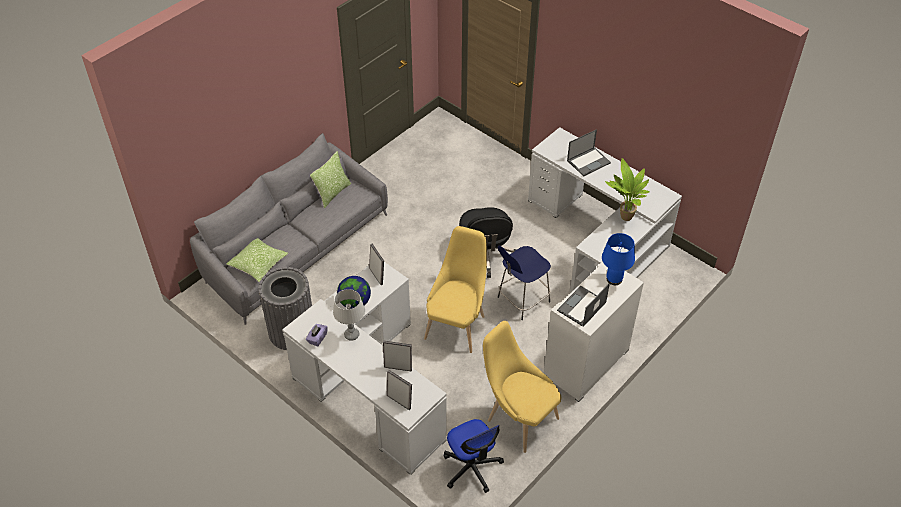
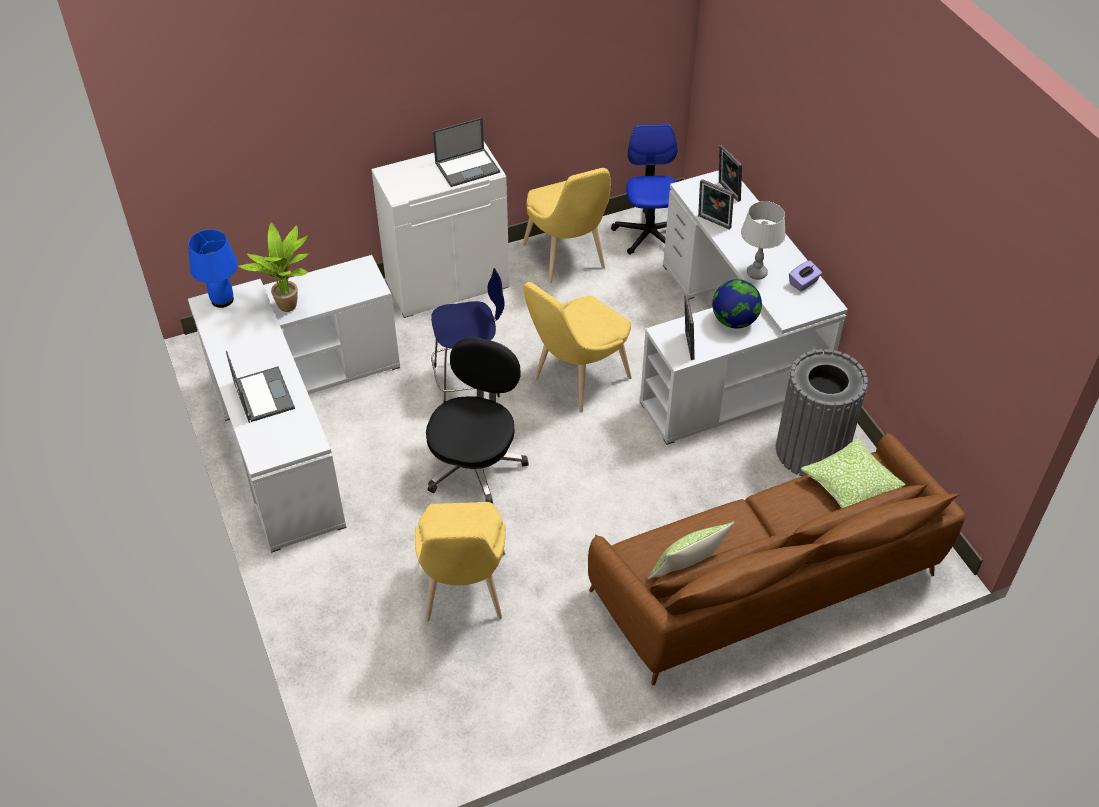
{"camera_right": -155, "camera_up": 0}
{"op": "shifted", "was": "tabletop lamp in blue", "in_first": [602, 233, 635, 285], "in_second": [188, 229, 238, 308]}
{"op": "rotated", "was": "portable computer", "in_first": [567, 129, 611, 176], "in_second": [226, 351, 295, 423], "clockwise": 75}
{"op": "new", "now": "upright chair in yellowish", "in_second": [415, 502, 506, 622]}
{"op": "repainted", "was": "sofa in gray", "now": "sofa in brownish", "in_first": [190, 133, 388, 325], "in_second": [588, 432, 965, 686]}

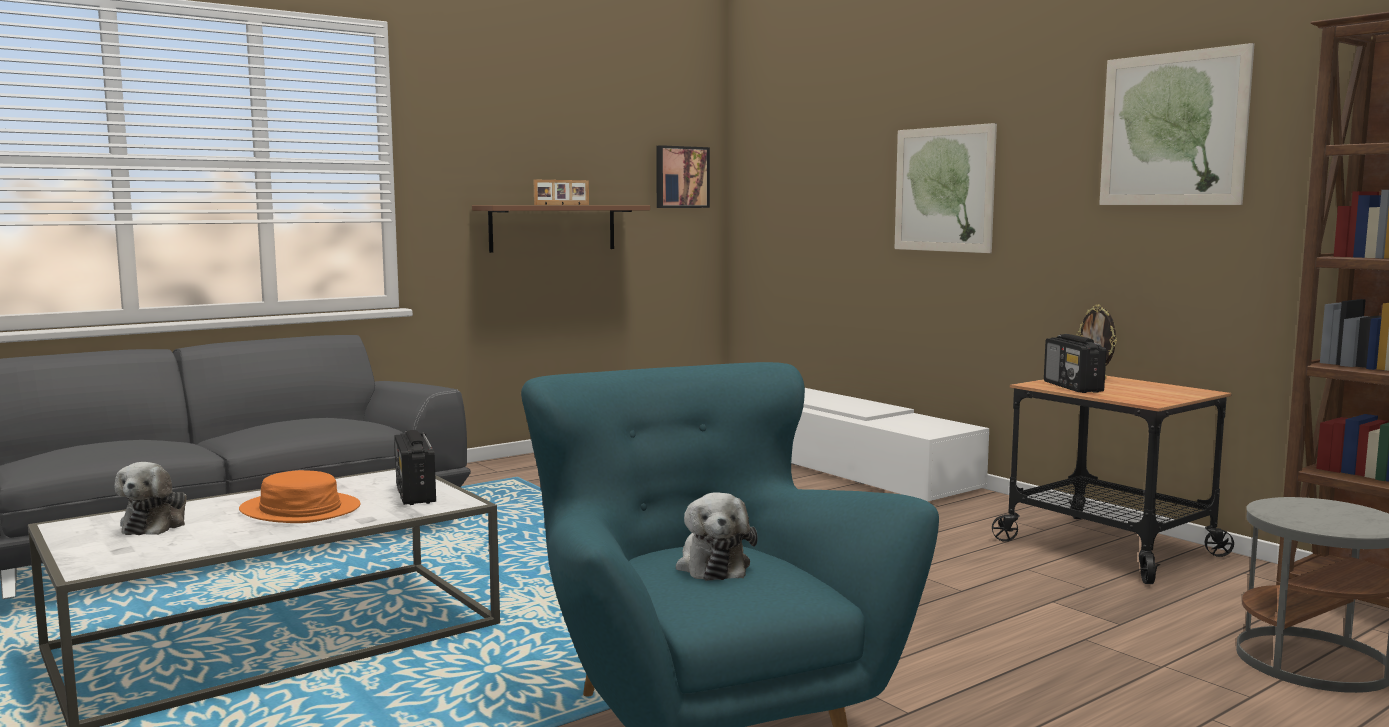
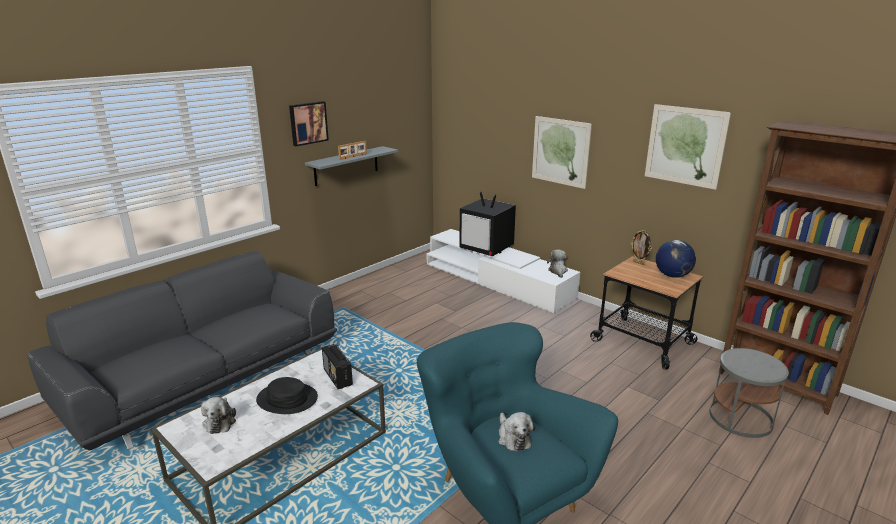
{"camera_right": -10, "camera_up": 15}
{"op": "repainted", "was": "wearable hat in orange", "now": "wearable hat in blackish", "in_first": [239, 470, 361, 523], "in_second": [256, 377, 318, 414]}
{"op": "shifted", "was": "wall picture", "in_first": [656, 145, 710, 208], "in_second": [289, 101, 329, 146]}
{"op": "repainted", "was": "shelf in brownish", "now": "shelf in gray", "in_first": [472, 206, 650, 253], "in_second": [305, 146, 398, 186]}
{"op": "new", "now": "TV set", "in_second": [459, 192, 516, 256]}
{"op": "new", "now": "cuddly toy", "in_second": [547, 250, 568, 278]}
{"op": "new", "now": "world globe", "in_second": [656, 240, 696, 278]}
{"op": "gone", "was": "radio set", "in_first": [1044, 334, 1106, 393]}

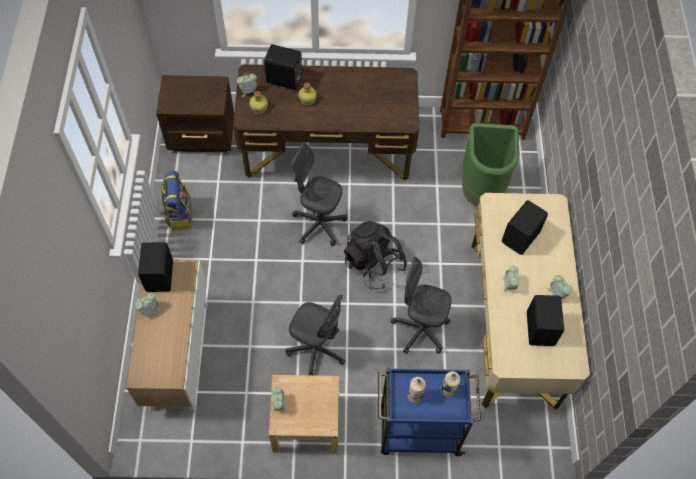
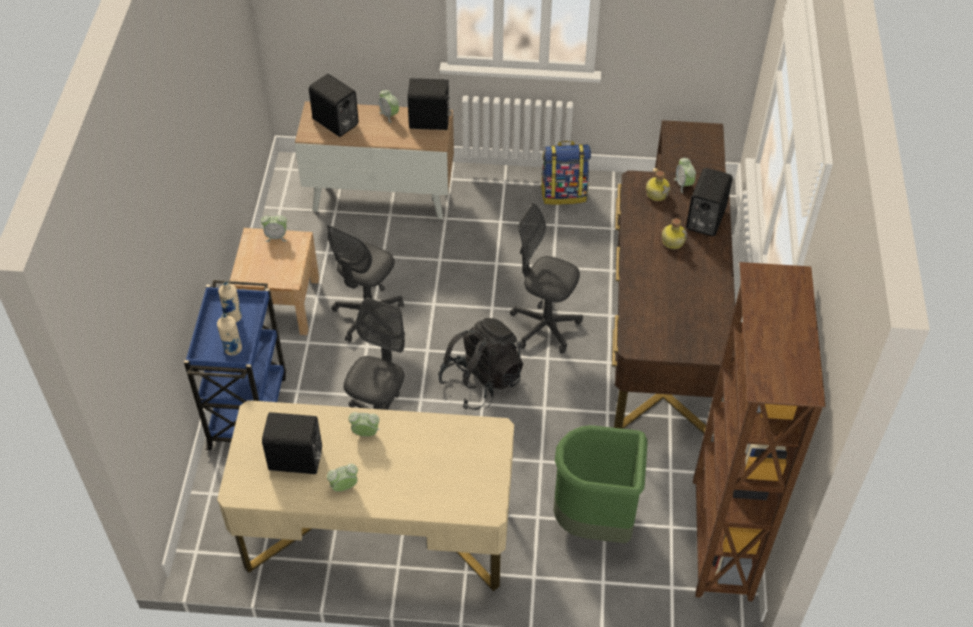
{"camera_right": 95, "camera_up": -10}
{"op": "shifted", "was": "speaker in blackish", "in_first": [502, 200, 548, 255], "in_second": [309, 74, 359, 137]}
{"op": "rotated", "was": "desk chair in gray", "in_first": [292, 143, 348, 246], "in_second": [510, 203, 583, 353], "clockwise": -90}

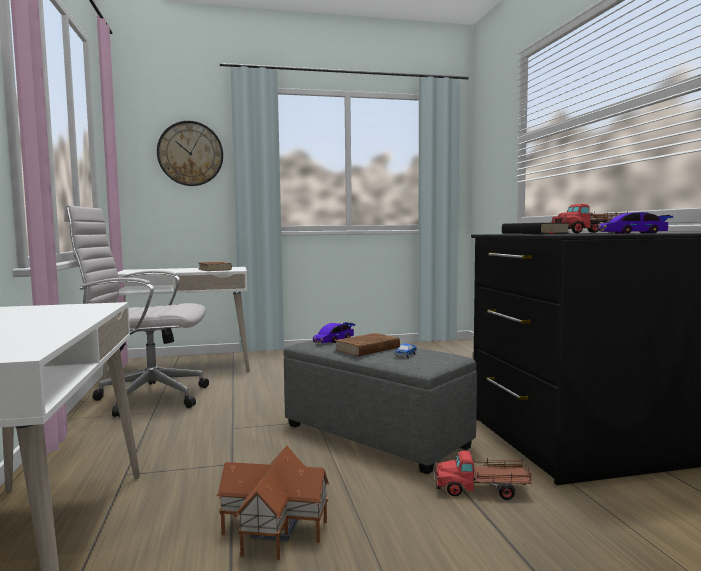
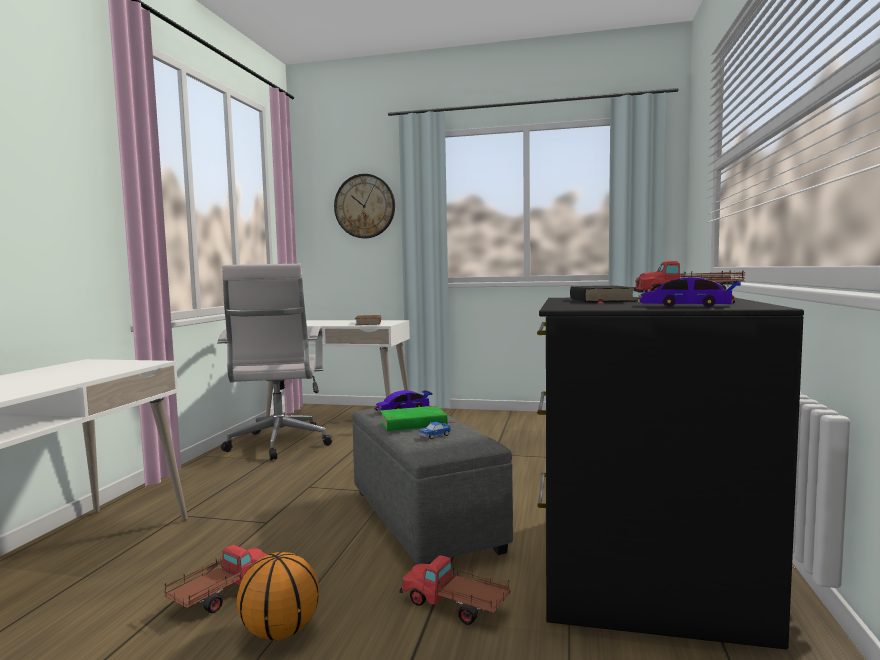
{"camera_right": 25, "camera_up": 0}
{"op": "swapped", "was": "model house", "now": "toy lorry", "in_first": [216, 445, 330, 560], "in_second": [164, 545, 268, 613]}
{"op": "rotated", "was": "desk chair in white", "in_first": [64, 205, 209, 417], "in_second": [217, 264, 332, 460], "clockwise": -120}
{"op": "new", "now": "basketball", "in_second": [237, 552, 319, 640]}
{"op": "repainted", "was": "bound book in brownish", "now": "bound book in green", "in_first": [335, 333, 400, 356], "in_second": [380, 406, 455, 431]}

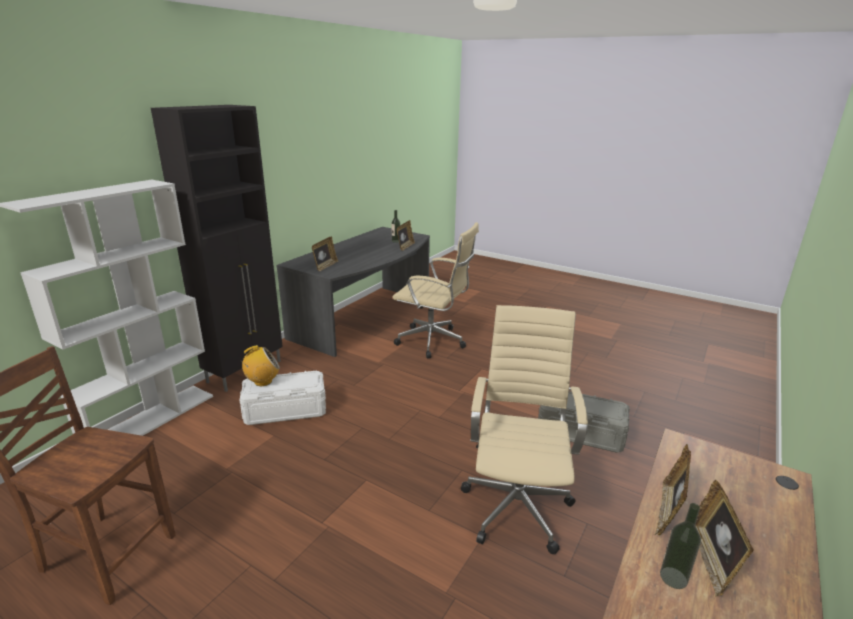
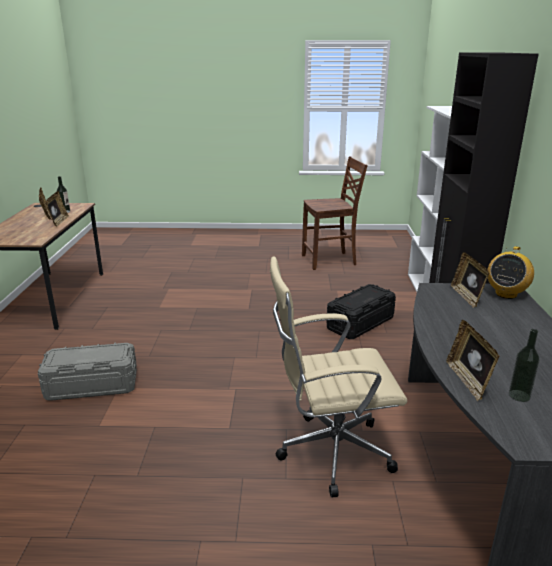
{"camera_right": 150, "camera_up": 0}
{"op": "repainted", "was": "storage box in white", "now": "storage box in blackish", "in_first": [240, 371, 326, 425], "in_second": [326, 284, 396, 339]}
{"op": "shifted", "was": "radio set", "in_first": [242, 345, 280, 386], "in_second": [488, 246, 534, 299]}
{"op": "gone", "was": "desk chair in sand-coloured", "in_first": [461, 305, 588, 554]}

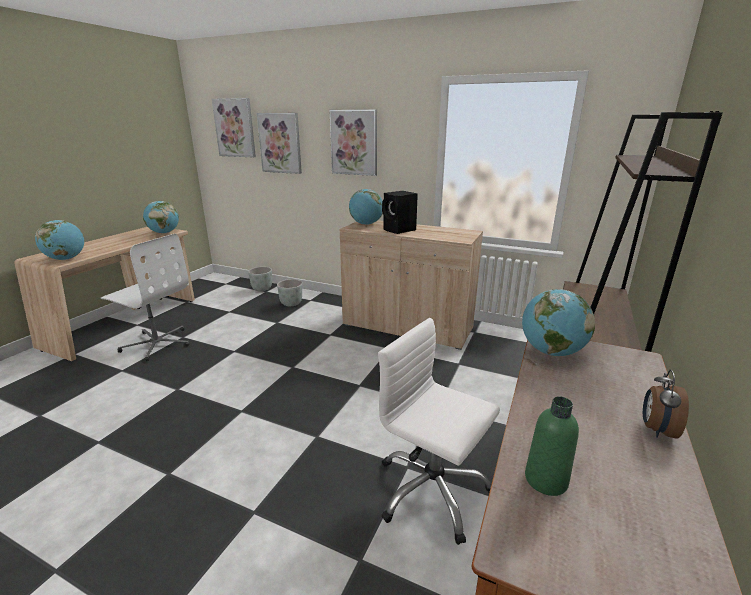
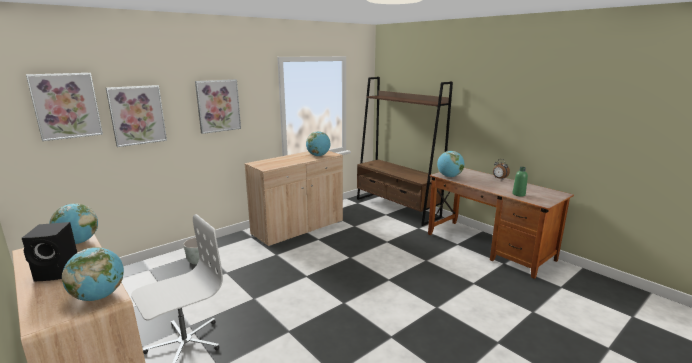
{"camera_right": -65, "camera_up": -5}
{"op": "shifted", "was": "speaker in blackish", "in_first": [382, 191, 418, 234], "in_second": [22, 222, 77, 281]}
{"op": "shifted", "was": "world globe", "in_first": [349, 189, 383, 225], "in_second": [306, 131, 330, 156]}
{"op": "gone", "was": "planter in gray", "in_first": [248, 267, 272, 291]}
{"op": "gone", "was": "desk chair in white", "in_first": [378, 318, 500, 545]}

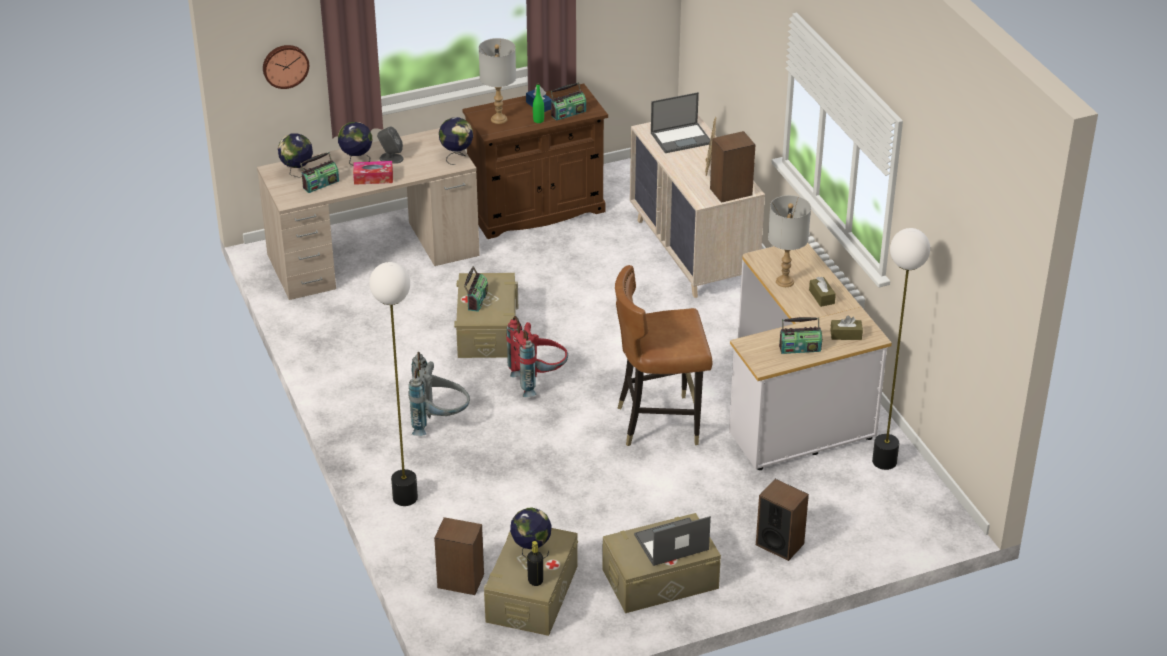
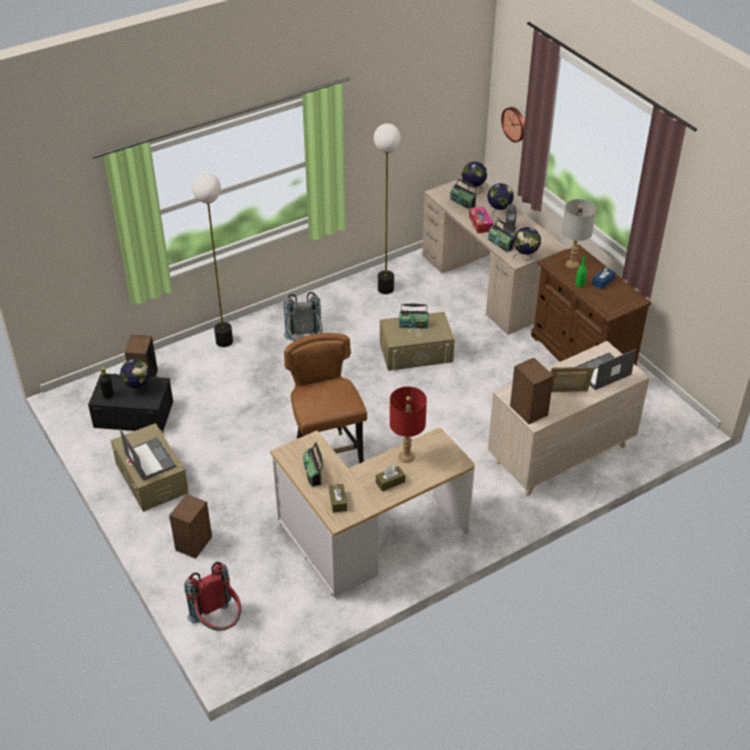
{"camera_right": 80, "camera_up": 5}
{"op": "repainted", "was": "storage box in sand-coloured", "now": "storage box in blackish", "in_first": [484, 528, 578, 636], "in_second": [88, 373, 173, 433]}
{"op": "shifted", "was": "rucksack in red-coloured", "in_first": [506, 316, 568, 397], "in_second": [184, 562, 242, 631]}
{"op": "shifted", "was": "standard lamp", "in_first": [872, 228, 930, 470], "in_second": [374, 123, 401, 294]}
{"op": "repainted", "was": "tabletop lamp in gray", "now": "tabletop lamp in red-coloured", "in_first": [768, 195, 811, 287], "in_second": [390, 387, 427, 463]}
{"op": "shifted", "was": "radio set", "in_first": [551, 82, 586, 121], "in_second": [488, 218, 516, 252]}
{"op": "rotated", "was": "portable computer", "in_first": [651, 92, 710, 153], "in_second": [576, 349, 636, 390], "clockwise": 90}

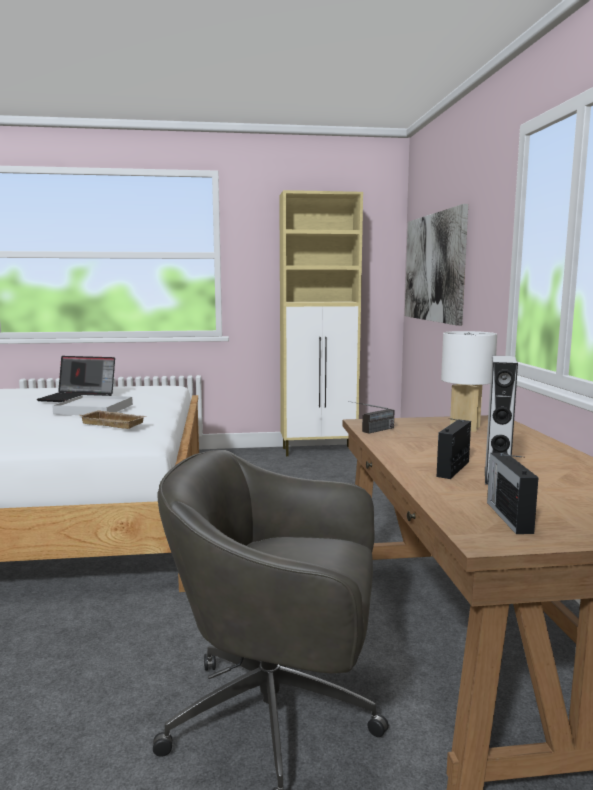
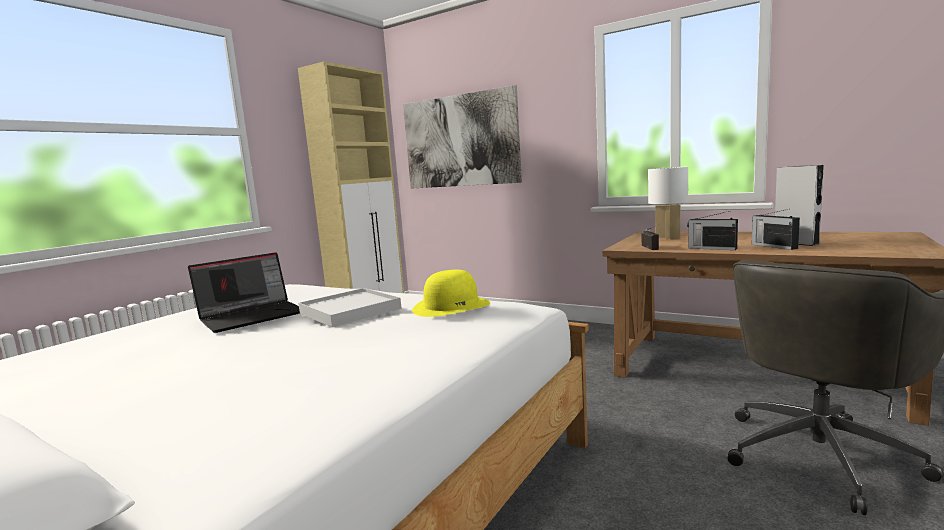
{"camera_right": -50, "camera_up": 0}
{"op": "swapped", "was": "carrying tray in sand-coloured", "now": "wearable hat in yellowish", "in_first": [80, 410, 147, 429], "in_second": [412, 270, 490, 317]}
{"op": "shifted", "was": "radio set", "in_first": [487, 453, 539, 534], "in_second": [687, 211, 738, 250]}

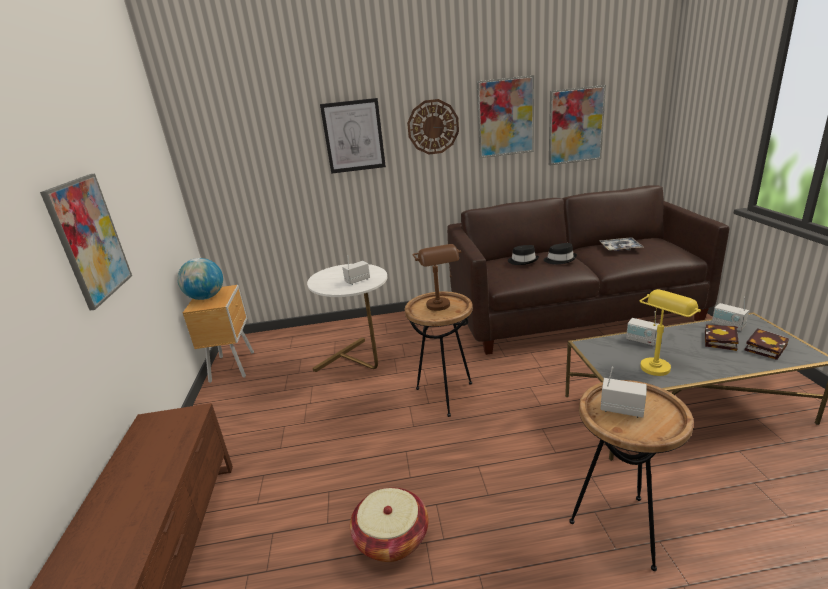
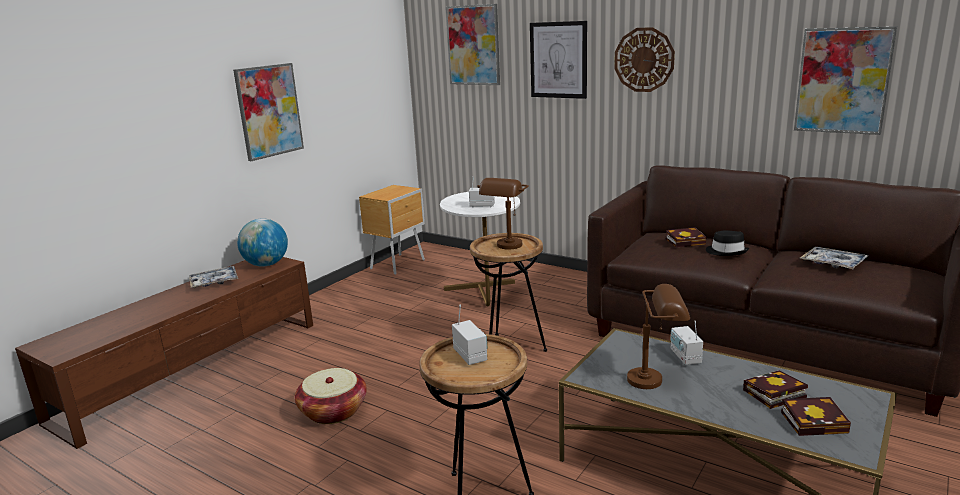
{"camera_right": 40, "camera_up": -5}
{"op": "new", "now": "carrying tray", "in_second": [189, 266, 238, 288]}
{"op": "shifted", "was": "world globe", "in_first": [177, 258, 223, 300], "in_second": [237, 218, 288, 267]}
{"op": "shifted", "was": "wall picture", "in_first": [477, 75, 534, 158], "in_second": [446, 4, 500, 85]}
{"op": "repainted", "was": "tabletop lamp in yellowish", "now": "tabletop lamp in brownish", "in_first": [640, 289, 701, 376], "in_second": [627, 284, 690, 389]}
{"op": "swapped", "was": "wearable hat in blackish", "now": "bound book", "in_first": [508, 245, 539, 265], "in_second": [666, 227, 706, 248]}
{"op": "gone", "was": "radio set", "in_first": [712, 297, 749, 331]}

